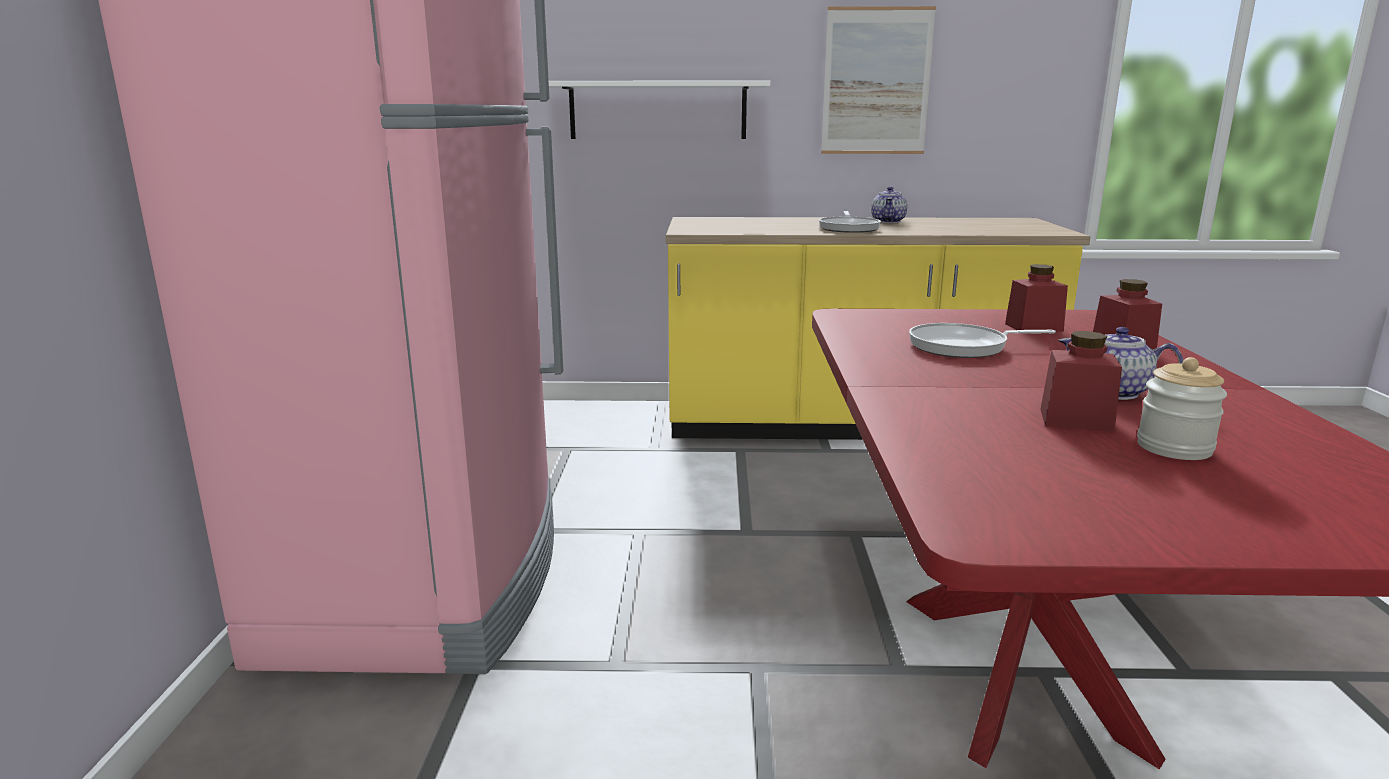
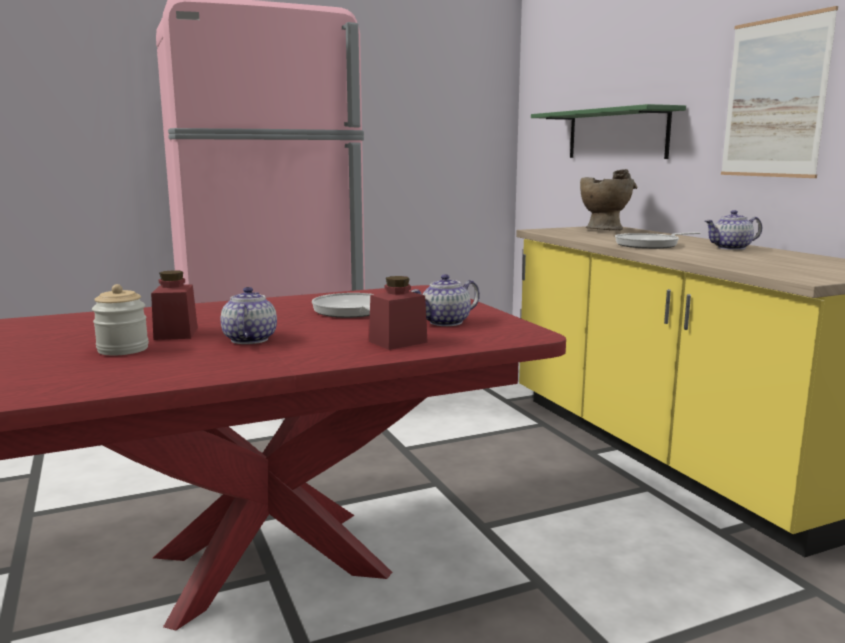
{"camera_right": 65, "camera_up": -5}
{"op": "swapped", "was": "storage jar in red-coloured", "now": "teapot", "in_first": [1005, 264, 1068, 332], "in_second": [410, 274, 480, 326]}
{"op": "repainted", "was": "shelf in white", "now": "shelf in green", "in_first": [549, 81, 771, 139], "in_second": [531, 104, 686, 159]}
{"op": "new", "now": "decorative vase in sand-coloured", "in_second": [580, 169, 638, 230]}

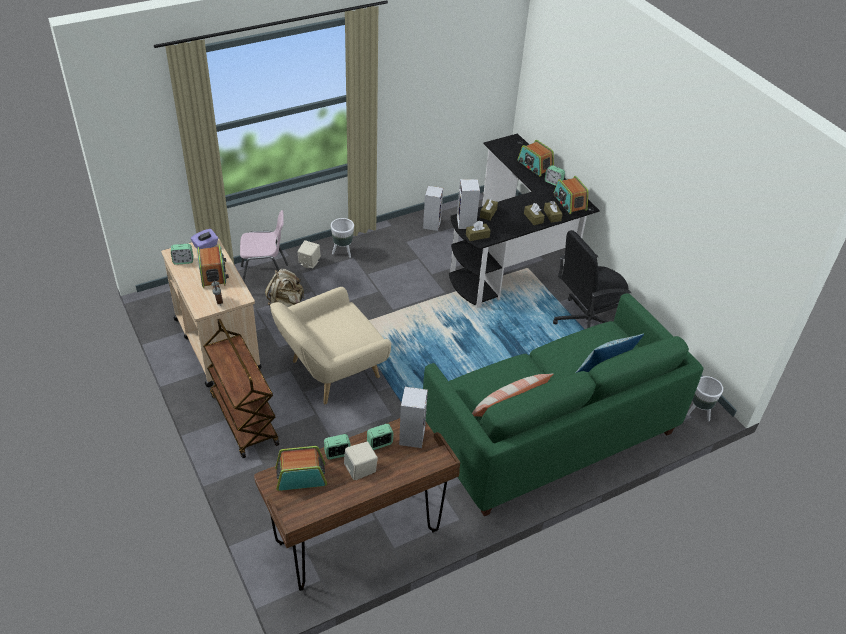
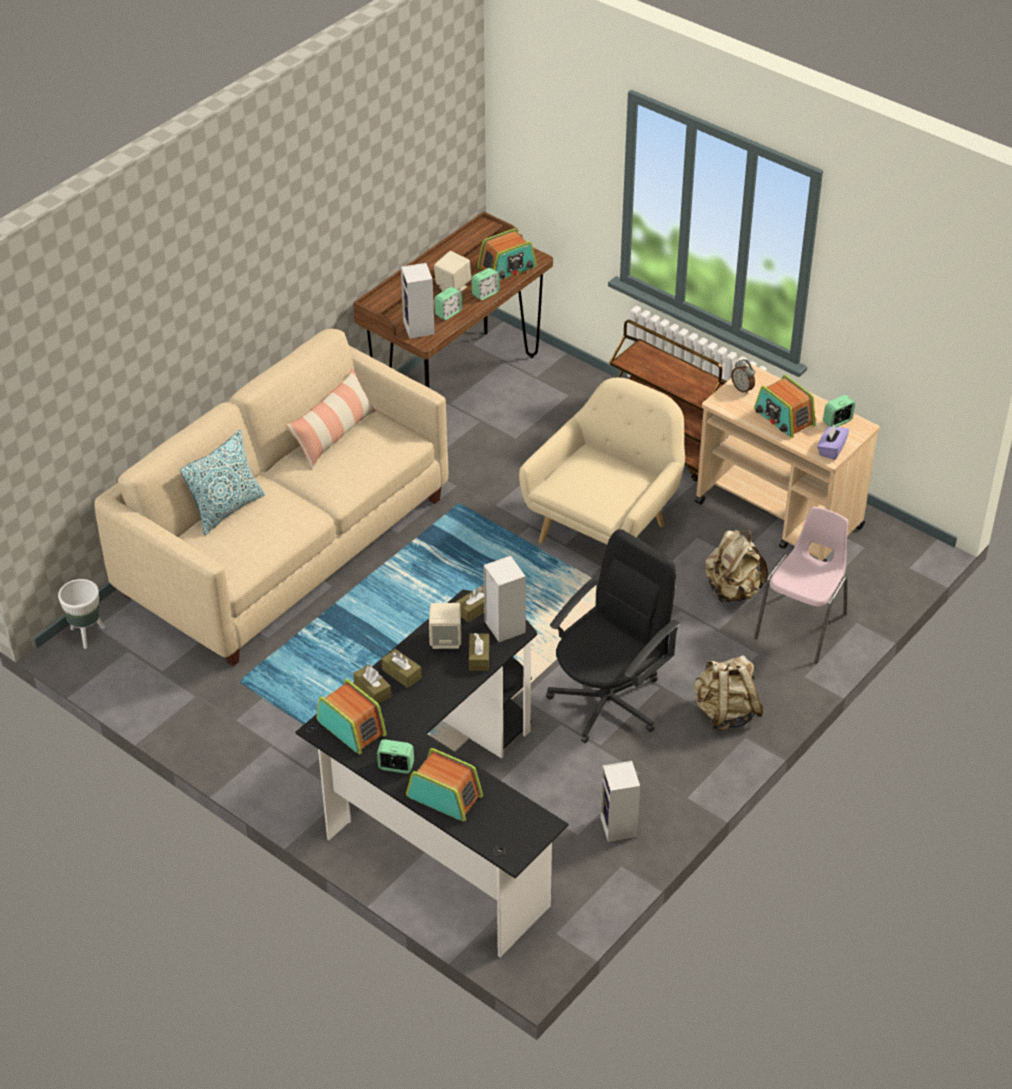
{"camera_right": 160, "camera_up": 0}
{"op": "repainted", "was": "sofa in green", "now": "sofa in sand-coloured", "in_first": [423, 293, 703, 516], "in_second": [94, 329, 448, 667]}
{"op": "shifted", "was": "speaker in sand-coloured", "in_first": [297, 240, 321, 268], "in_second": [429, 603, 461, 649]}
{"op": "shifted", "was": "desk chair in blackish", "in_first": [553, 230, 631, 328], "in_second": [546, 529, 680, 743]}
{"op": "swapped", "was": "planter in white", "now": "rucksack in sand-coloured", "in_first": [331, 218, 354, 258], "in_second": [694, 655, 764, 731]}
{"op": "rotated", "was": "upright chair in pink", "in_first": [240, 210, 288, 281], "in_second": [754, 507, 848, 663], "clockwise": 150}

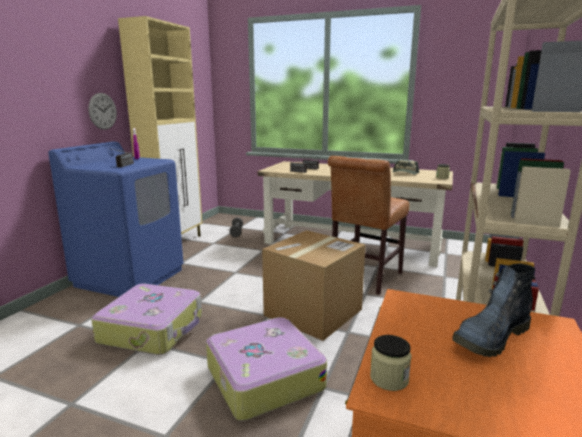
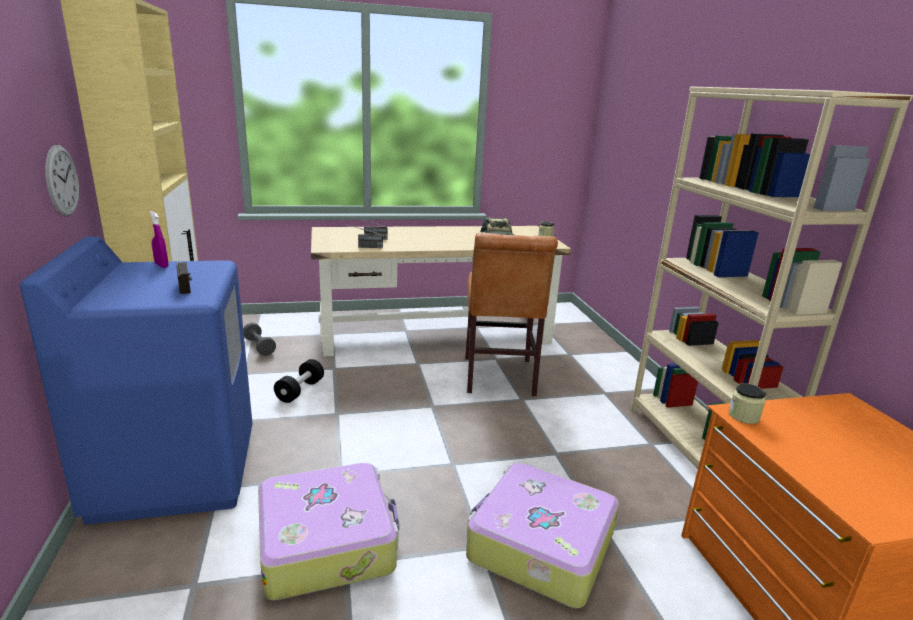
{"camera_right": -35, "camera_up": 5}
{"op": "new", "now": "hand weight in blackish", "in_second": [274, 359, 324, 403]}
{"op": "shifted", "was": "storage jar", "in_first": [370, 335, 412, 391], "in_second": [729, 384, 766, 424]}
{"op": "gone", "was": "carton", "in_first": [262, 230, 366, 341]}
{"op": "gone", "was": "high-top boot", "in_first": [452, 263, 535, 357]}

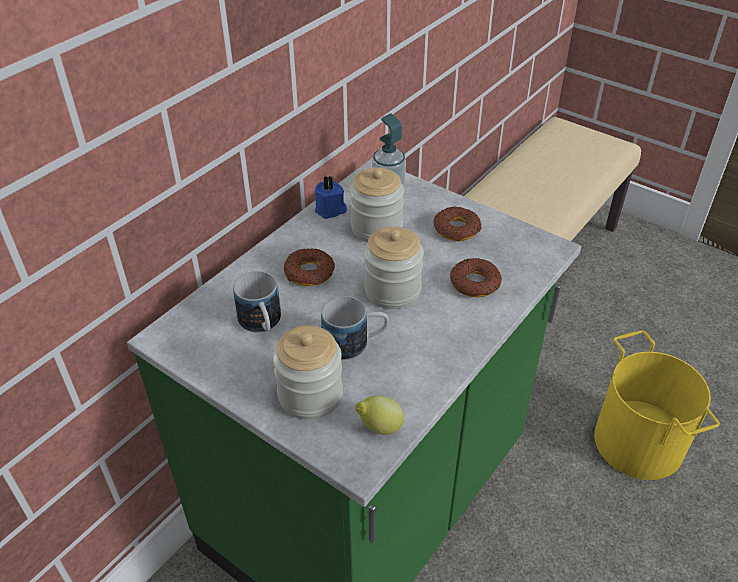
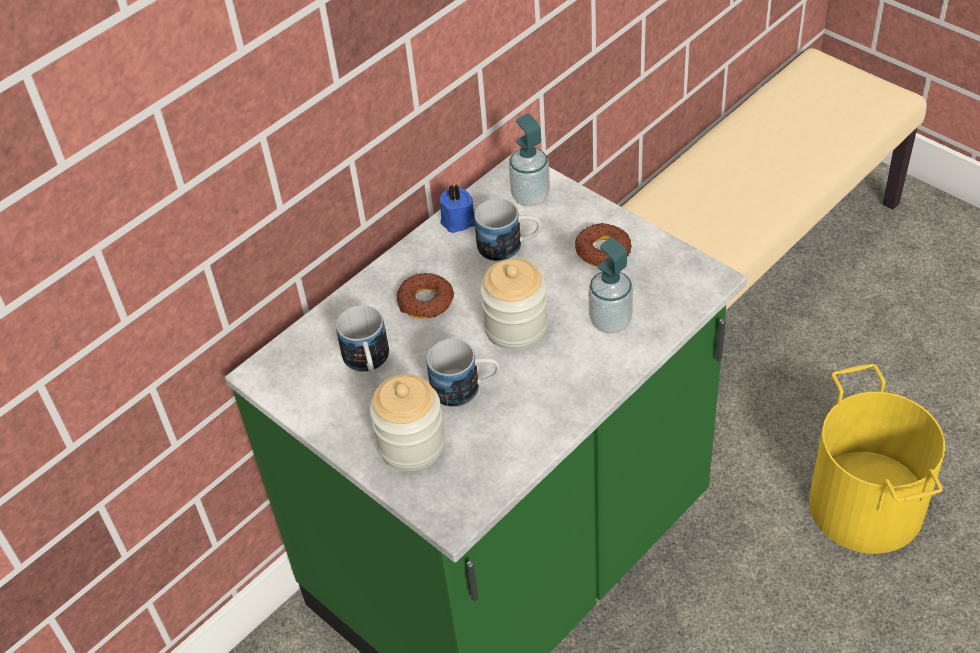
{"camera_right": 10, "camera_up": 5}
{"op": "swapped", "was": "storage jar", "now": "coffee mug", "in_first": [350, 167, 404, 242], "in_second": [474, 198, 541, 261]}
{"op": "swapped", "was": "ring doughnut", "now": "liquid soap bottle", "in_first": [450, 258, 502, 297], "in_second": [588, 237, 633, 334]}
{"op": "gone", "was": "lemon", "in_first": [355, 395, 404, 435]}

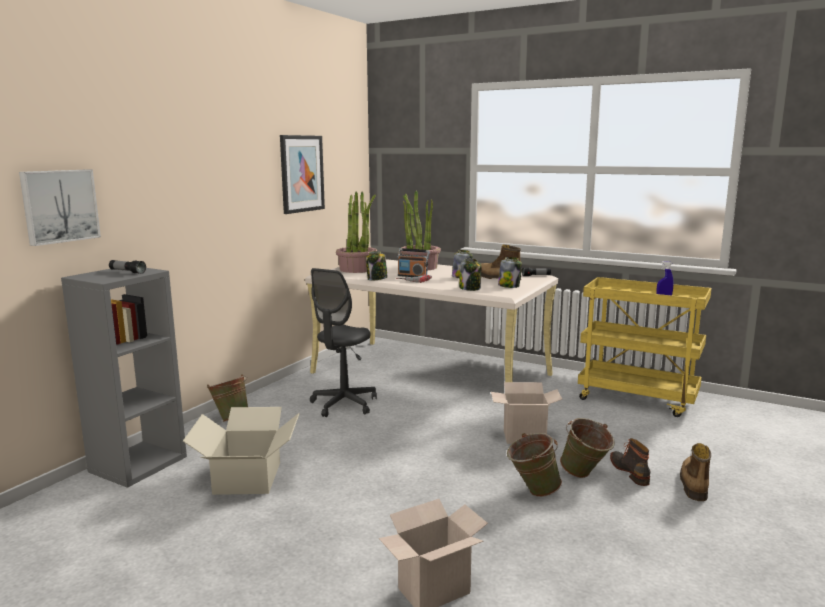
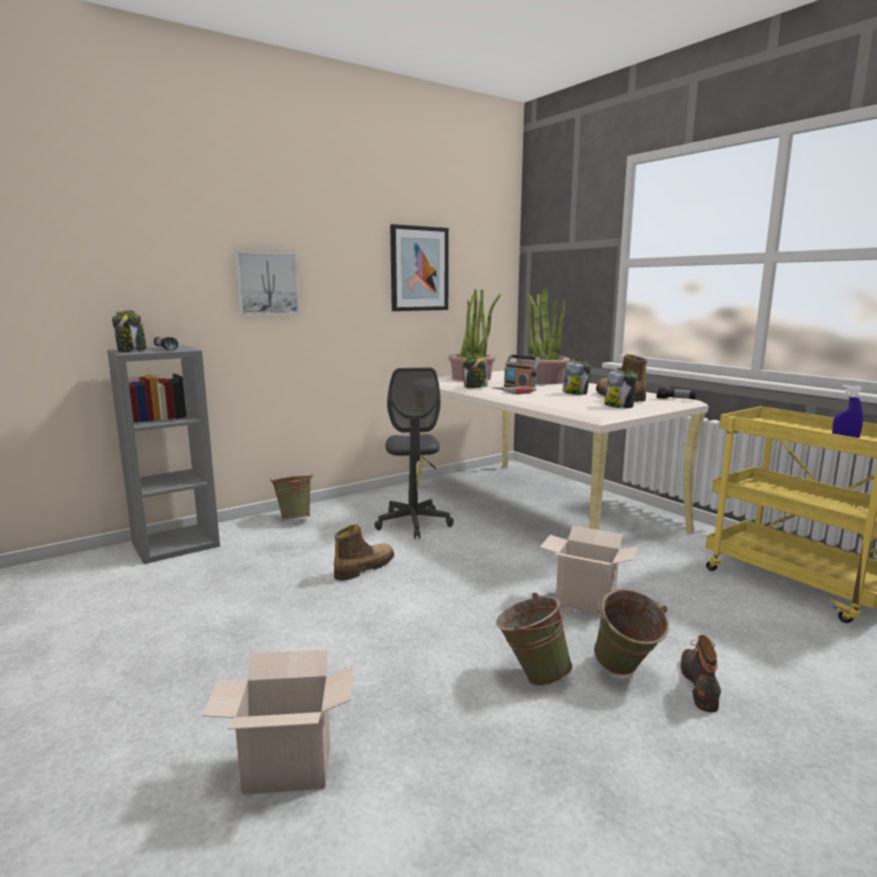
{"camera_right": 25, "camera_up": 0}
{"op": "shifted", "was": "storage jar", "in_first": [459, 259, 481, 291], "in_second": [112, 310, 147, 353]}
{"op": "shifted", "was": "wall picture", "in_first": [19, 169, 101, 246], "in_second": [235, 252, 299, 315]}
{"op": "shifted", "was": "high-top boot", "in_first": [680, 443, 711, 501], "in_second": [334, 524, 394, 581]}
{"op": "rotated", "was": "desk chair in gray", "in_first": [310, 268, 377, 417], "in_second": [375, 368, 454, 539], "clockwise": -60}
{"op": "gone", "was": "carton", "in_first": [183, 407, 300, 495]}

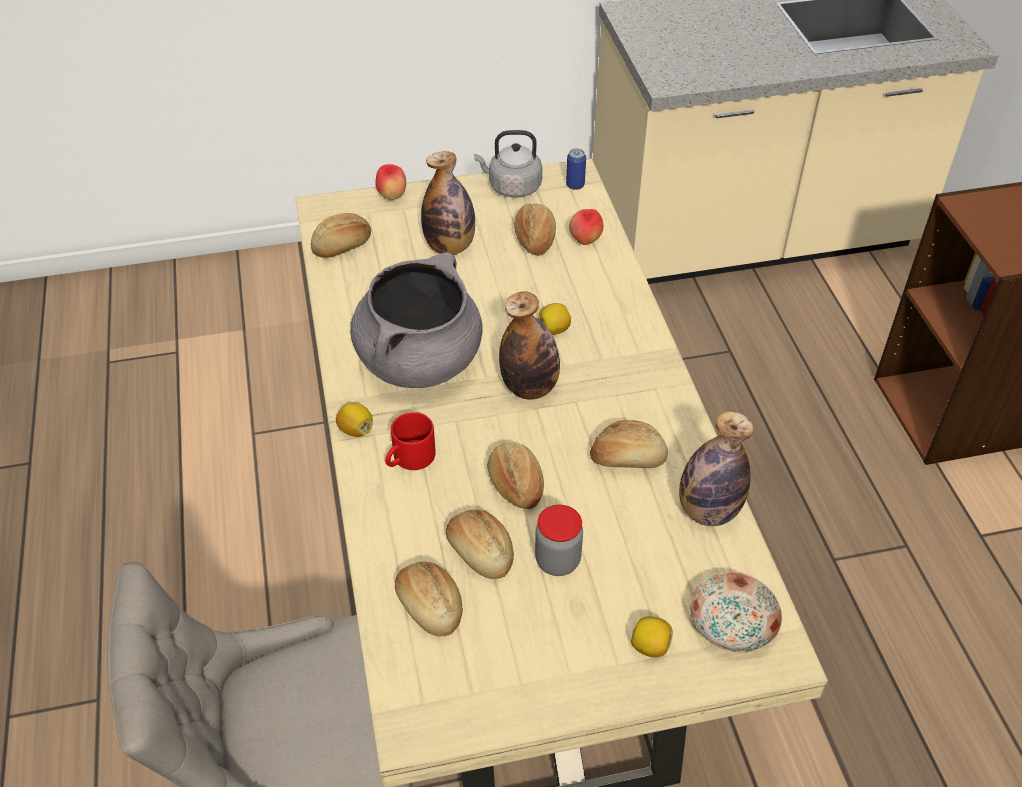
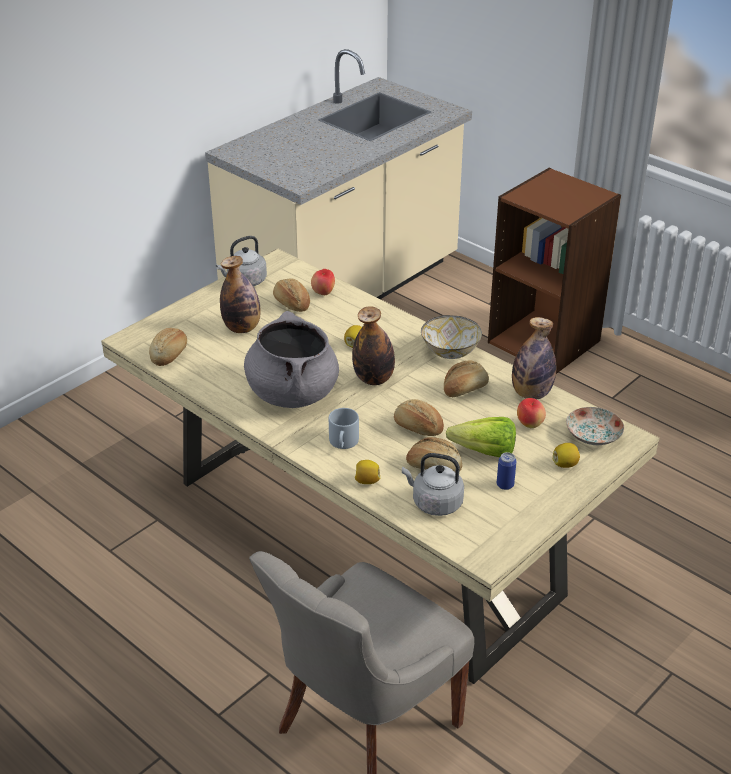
{"camera_right": -35, "camera_up": -10}
{"op": "repainted", "was": "coffee mug in red-coloured", "now": "coffee mug in gray", "in_first": [385, 412, 436, 470], "in_second": [329, 408, 359, 449]}
{"op": "shifted", "was": "lemon", "in_first": [336, 402, 373, 437], "in_second": [355, 460, 380, 484]}
{"op": "swapped", "was": "bakery bread", "now": "kettle in gray", "in_first": [395, 562, 463, 637], "in_second": [402, 453, 464, 516]}
{"op": "new", "now": "serving bowl", "in_second": [421, 315, 482, 359]}
{"op": "swapped", "was": "storage jar", "now": "lettuce head", "in_first": [535, 505, 583, 576], "in_second": [446, 417, 516, 457]}
{"op": "shifted", "was": "sealed can", "in_first": [566, 148, 586, 190], "in_second": [497, 452, 517, 490]}
{"op": "shifted", "was": "whole apple", "in_first": [375, 164, 406, 200], "in_second": [517, 398, 546, 428]}

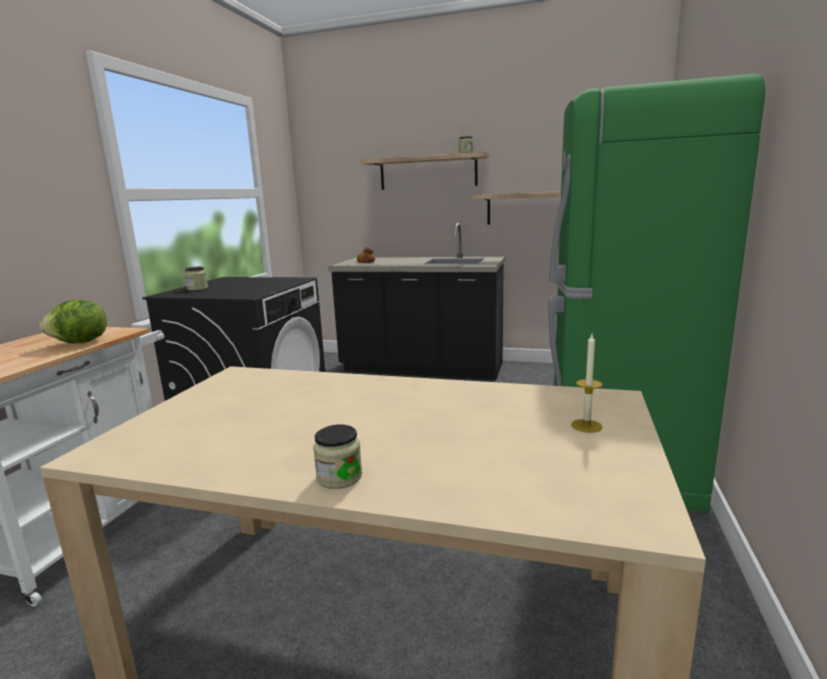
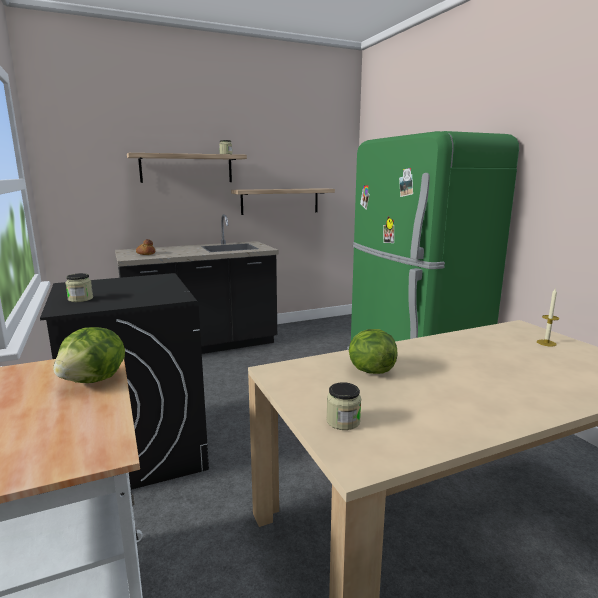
{"camera_right": -40, "camera_up": 0}
{"op": "shifted", "was": "storage jar", "in_first": [313, 425, 362, 489], "in_second": [326, 382, 361, 430]}
{"op": "new", "now": "lettuce head", "in_second": [349, 329, 398, 374]}

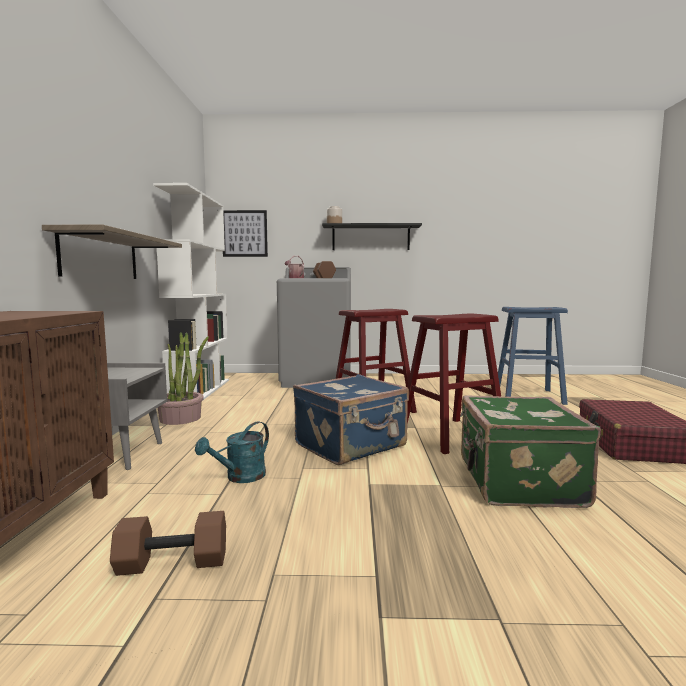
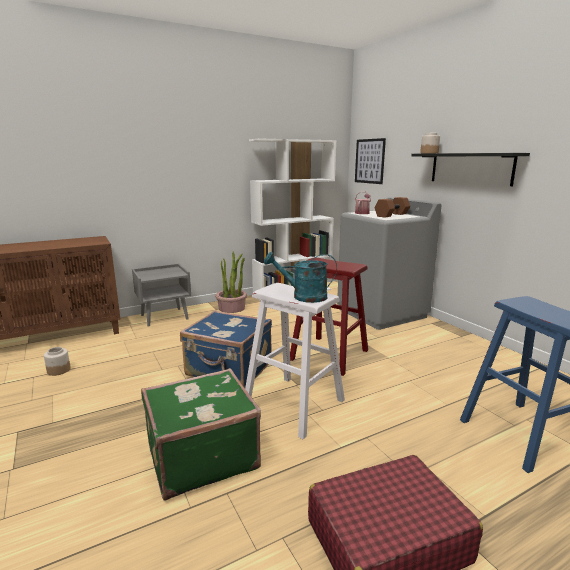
{"camera_right": 60, "camera_up": 10}
{"op": "swapped", "was": "hand weight in brownish", "now": "storage jar", "in_first": [110, 511, 226, 576], "in_second": [44, 347, 71, 376]}
{"op": "repainted", "was": "stool seat in red-coloured", "now": "stool seat in white", "in_first": [407, 314, 501, 454], "in_second": [245, 283, 345, 439]}
{"op": "shifted", "was": "watering can in blue-green", "in_first": [195, 421, 269, 483], "in_second": [264, 252, 337, 303]}
{"op": "gone", "was": "shelf", "in_first": [42, 224, 182, 279]}

